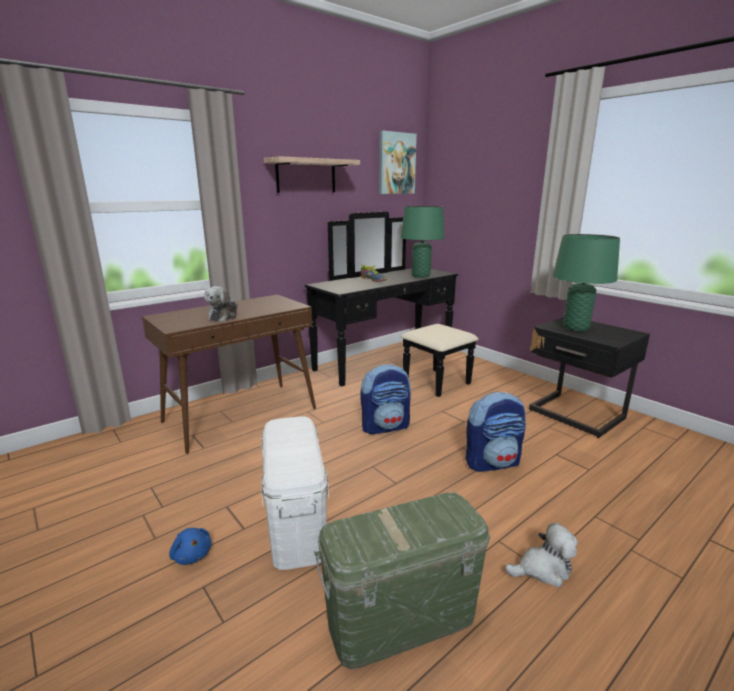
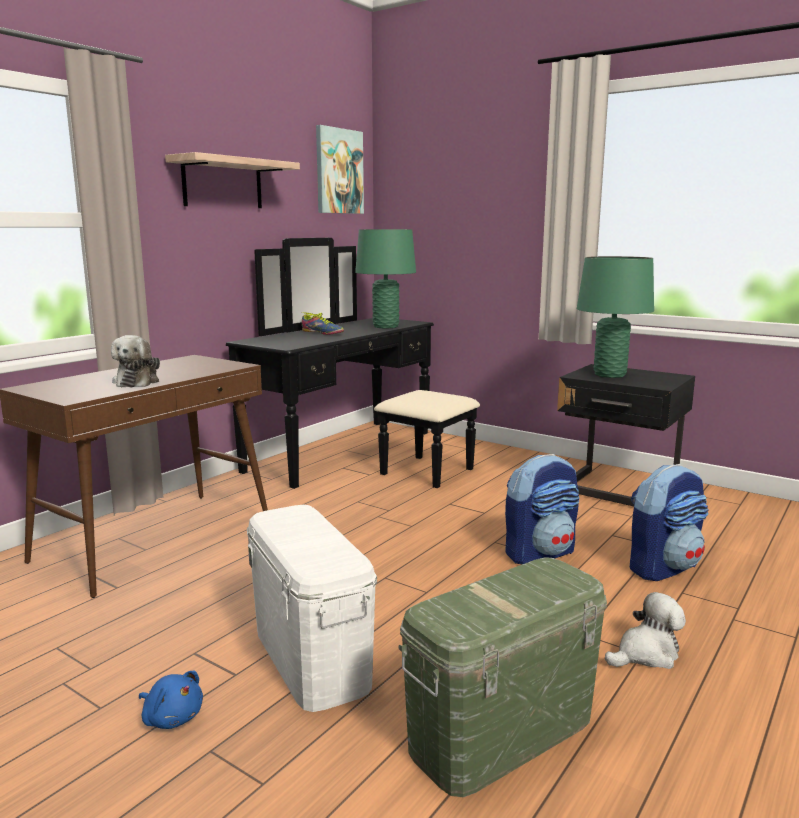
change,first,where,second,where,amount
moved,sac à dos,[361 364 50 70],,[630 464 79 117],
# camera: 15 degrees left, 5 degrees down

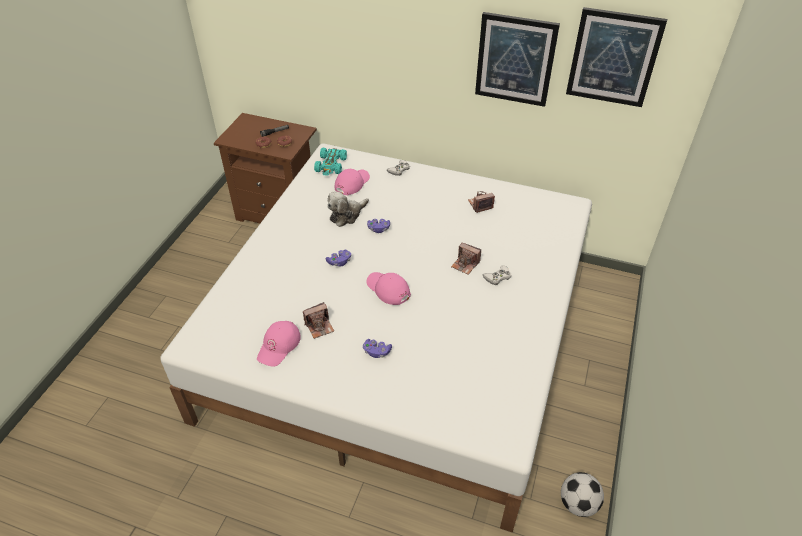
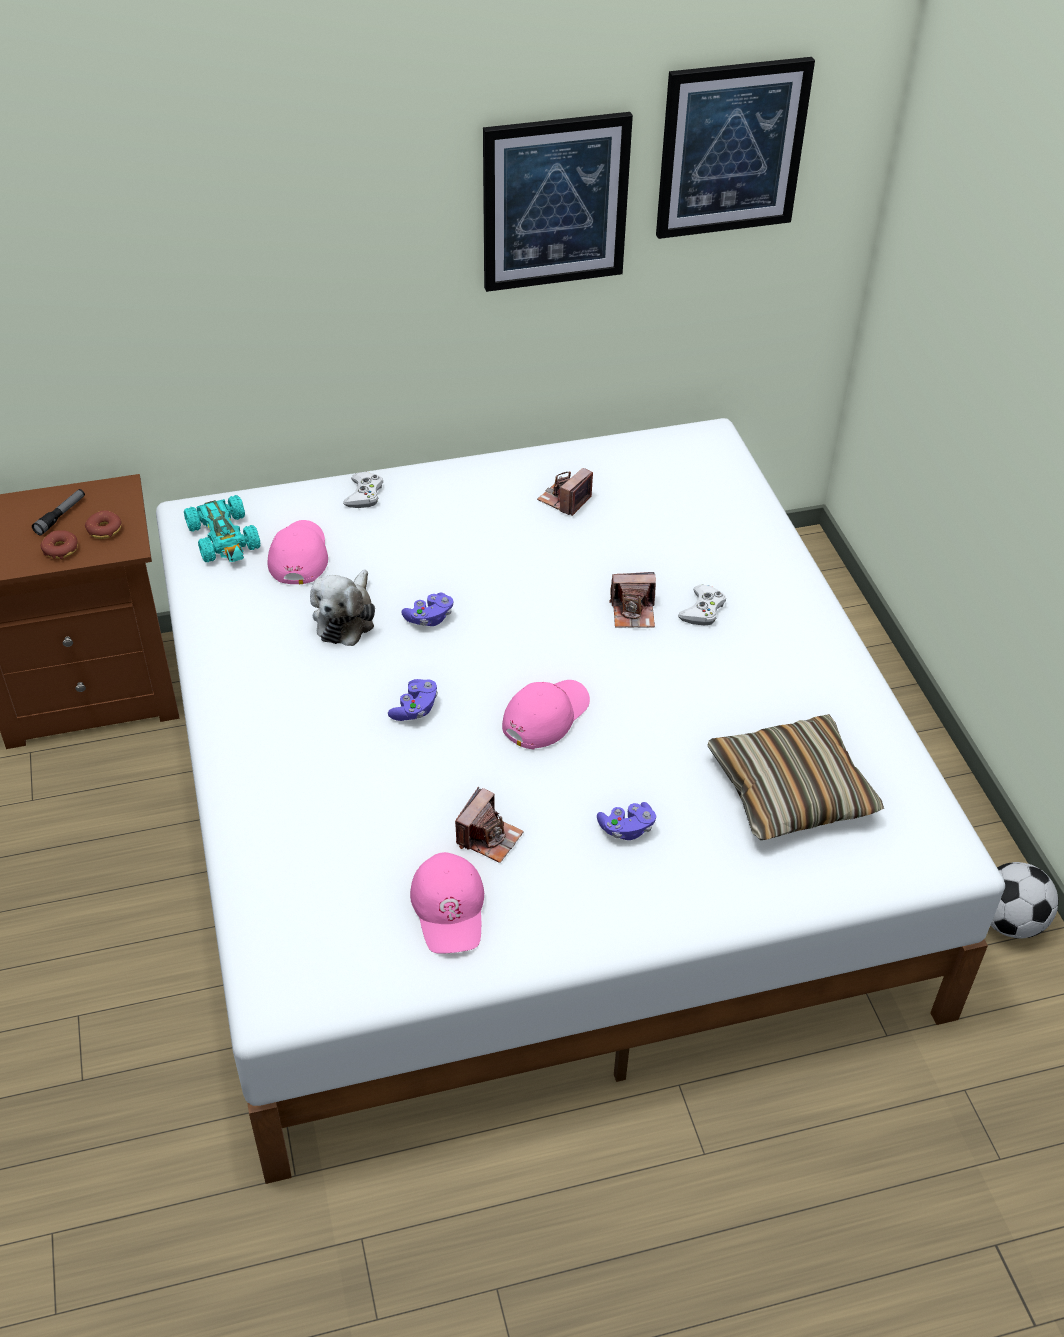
change,first,where,second,where,amount
turned,casquette [rose],[366 272 45 33],,[502 680 88 70],120 degrees clockwise
added,,,coussin,[707 714 177 126],
# camera: 35 degrees left, 0 degrees up

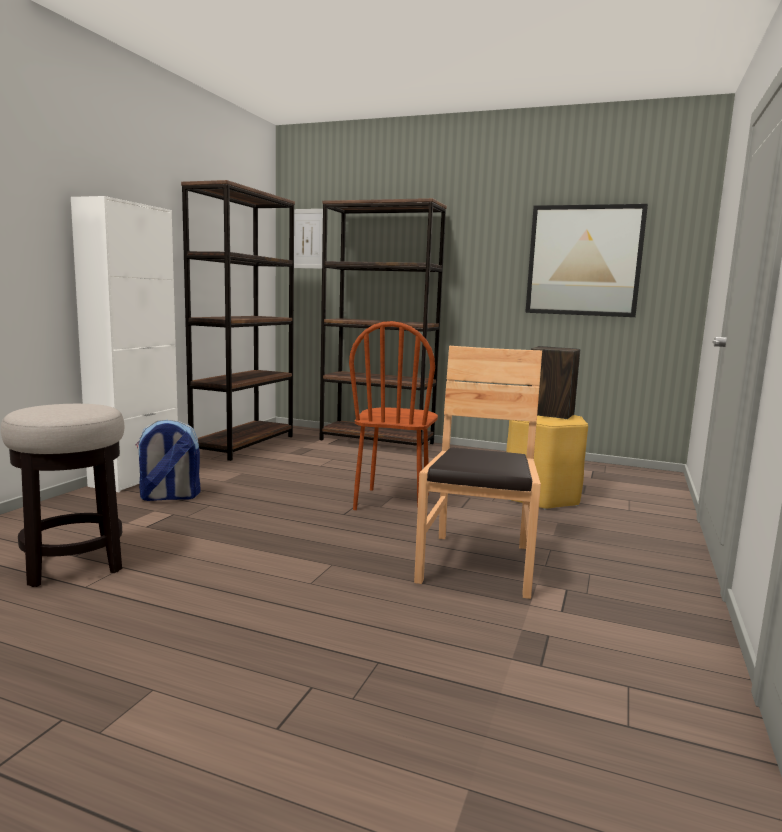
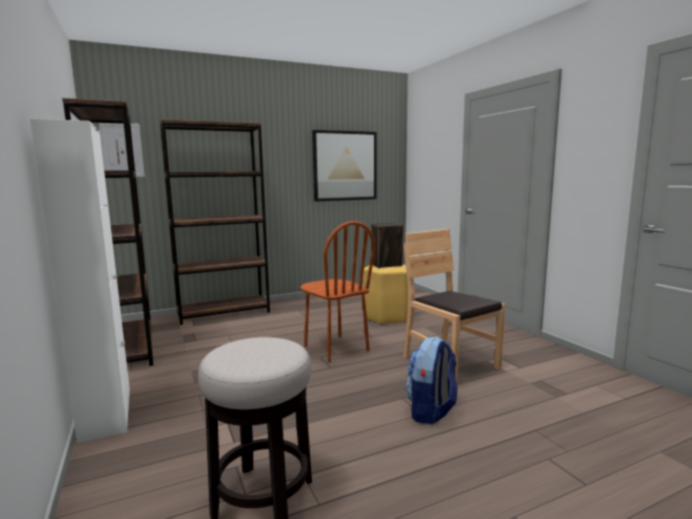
change,first,where,second,where,amount
moved,sac à dos,[135 420 65 81],,[406 337 51 87],
# camera: 45 degrees left, 0 degrees up

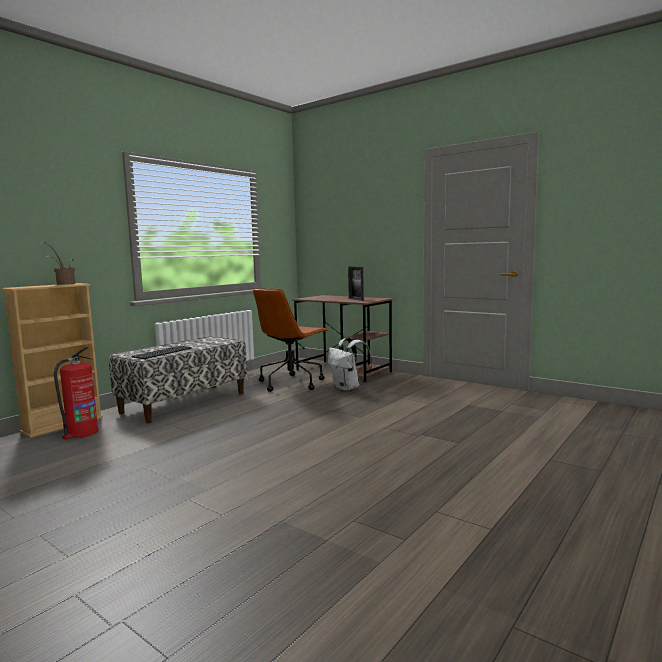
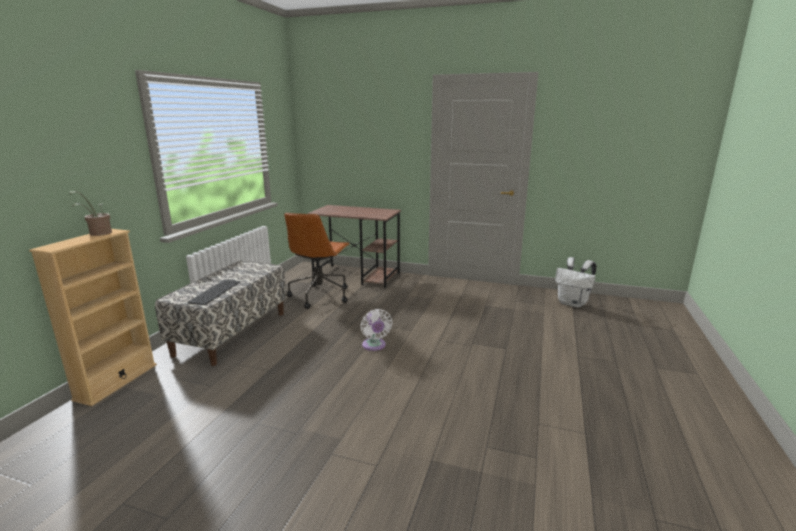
change,first,where,second,where,amount
removed,cadre photo,[348 266 16 35],,,
moved,sac à dos [blanc],[328 337 44 54],,[555 257 42 51],
removed,extincteur,[54 347 45 92],,,
added,,,ventilateur [blanc],[360 309 32 42],
# camera: 20 degrees left, 10 degrees up

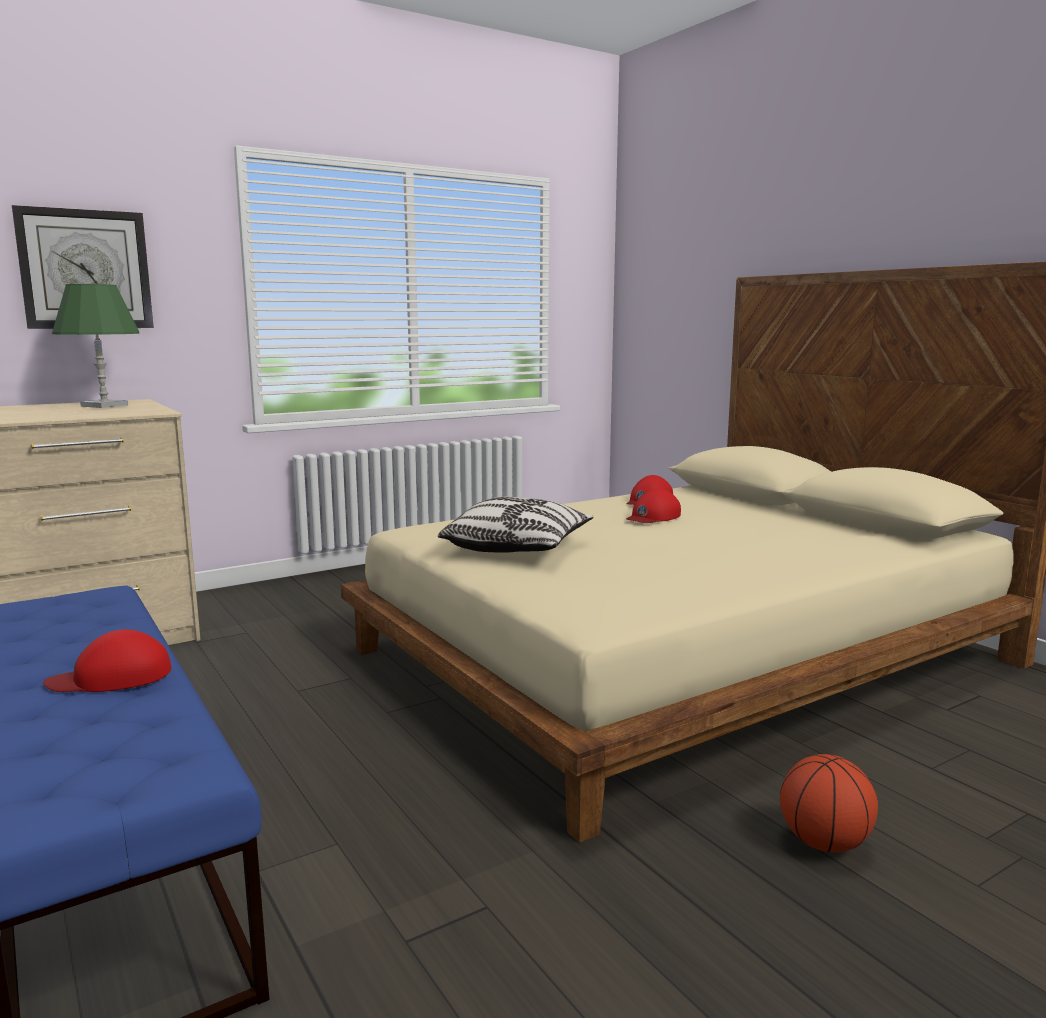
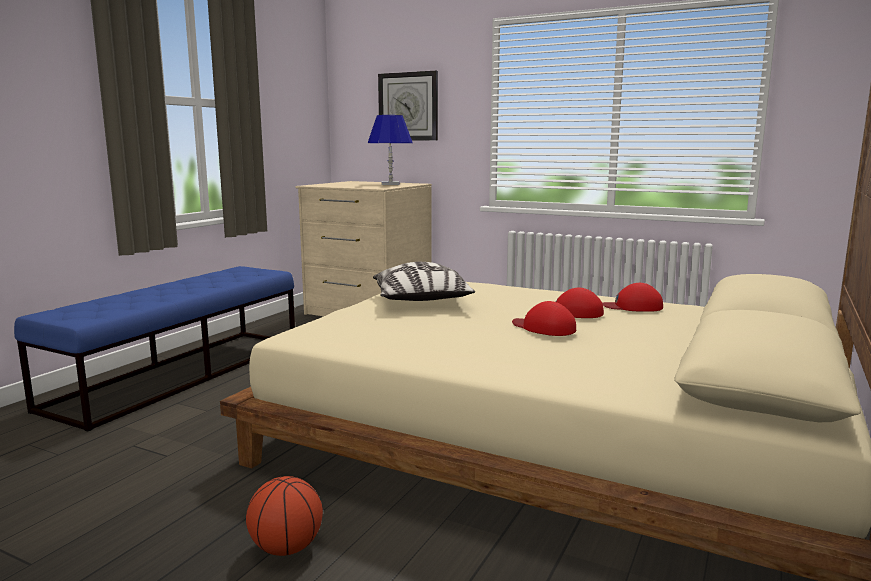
change,first,where,second,where,amount
recoloured,lampe de table [vert],[52 284 87 124],lampe de table [bleu],[368 115 45 70],
moved,casquette [rouge],[43 629 129 63],,[512 301 64 35],
# camera: 60 degrees right, 0 degrees up

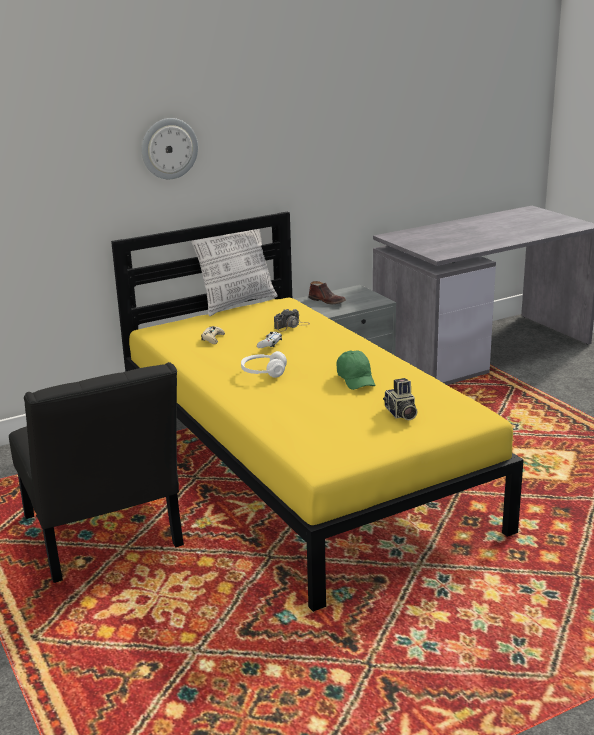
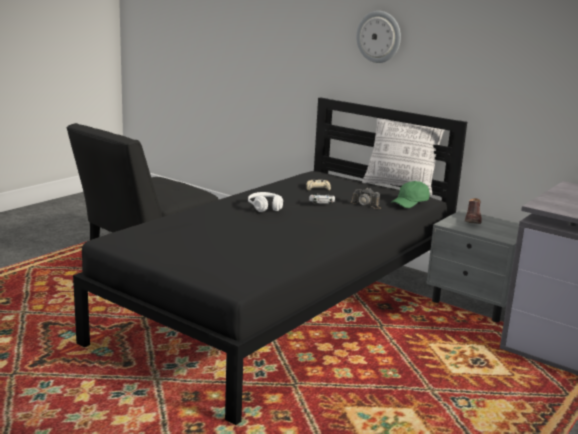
change,first,where,second,where,amount
recoloured,lit [jaune],[111 211 413 401],lit [noir],[73 97 394 328],
moved,casquette [vert],[337 351 38 39],,[391 181 39 27],
removed,appareil photo,[383 378 35 43],,,
# camera: 65 degrees right, 5 degrees down

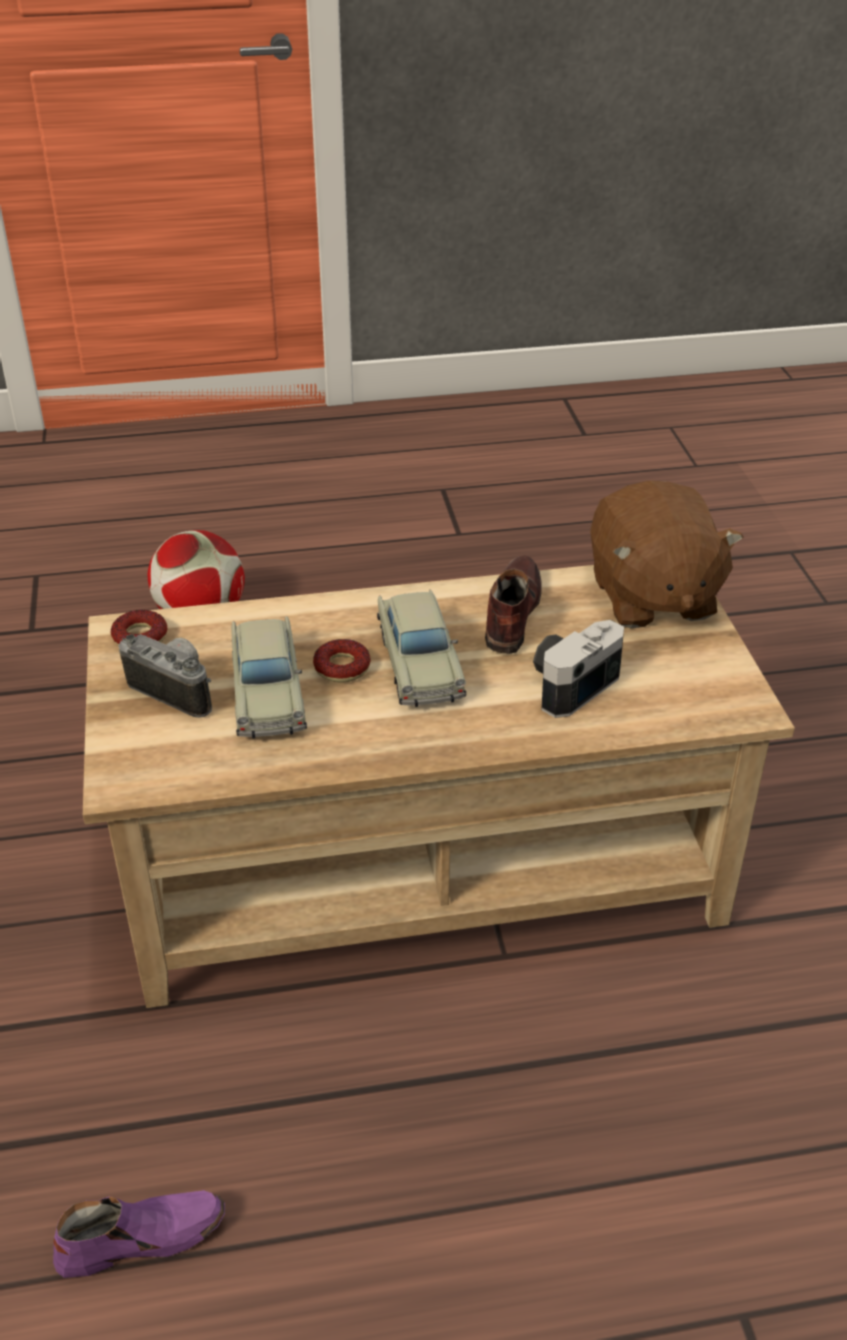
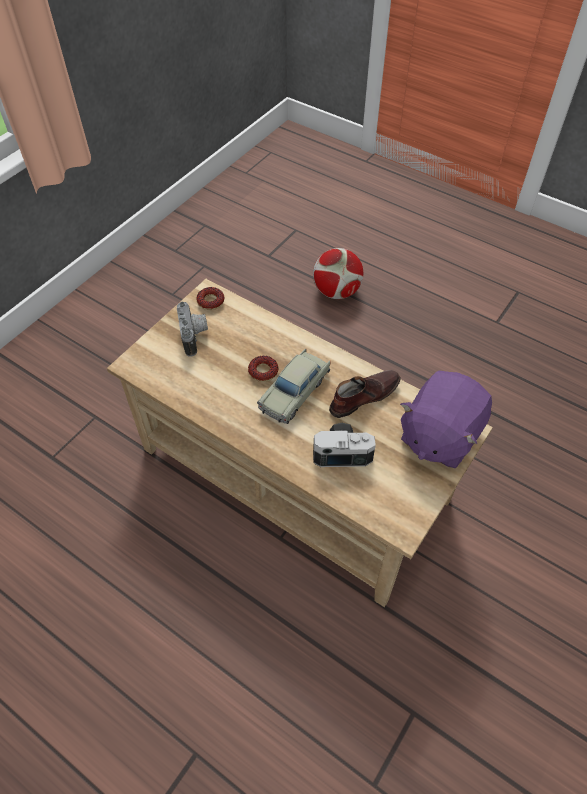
change,first,where,second,where,amount
recoloured,peluche [marron],[590 481 153 147],peluche [violet],[400 371 92 98],
removed,petite voiture [beige],[231 616 76 123],,,
removed,chaussure [violet],[53 1190 172 88],,,
# camera: 45 degrees right, 15 degrees up

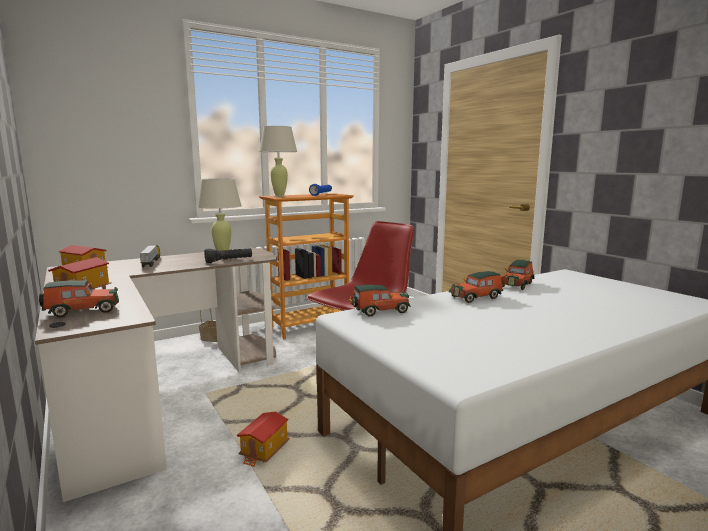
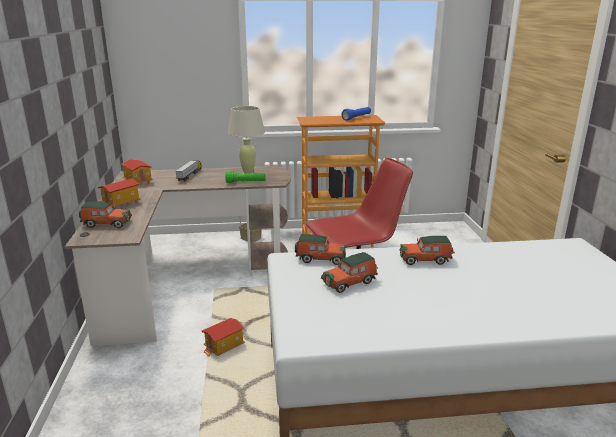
change,first,where,second,where,amount
removed,lampe de table [beige],[259 126 38 71],,,
recoloured,lampe de poche [noir],[204 248 48 15],lampe de poche [vert],[225 171 40 12],
moved,petite voiture,[501 260 33 30],,[321 252 57 41],
# camera: 25 degrees right, 10 degrees up

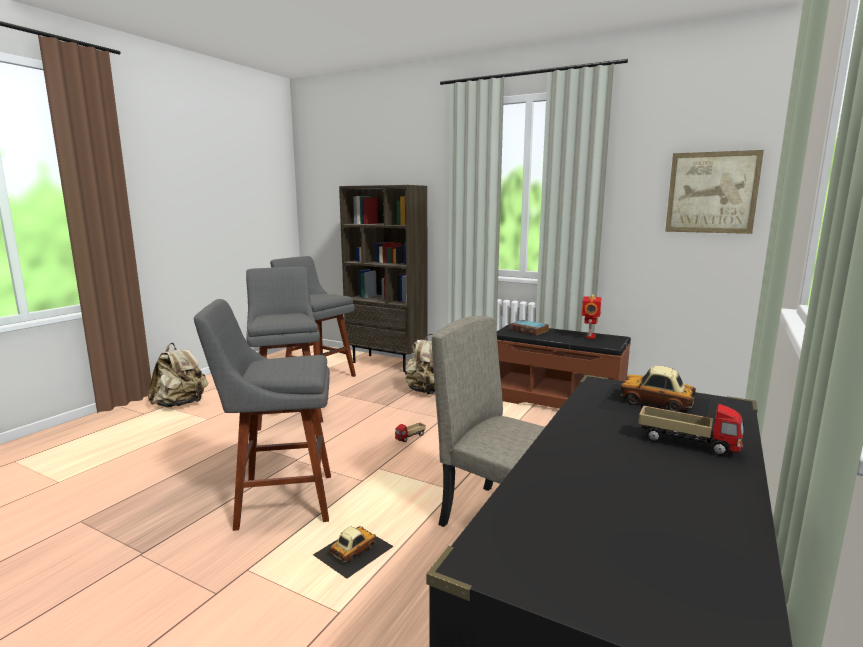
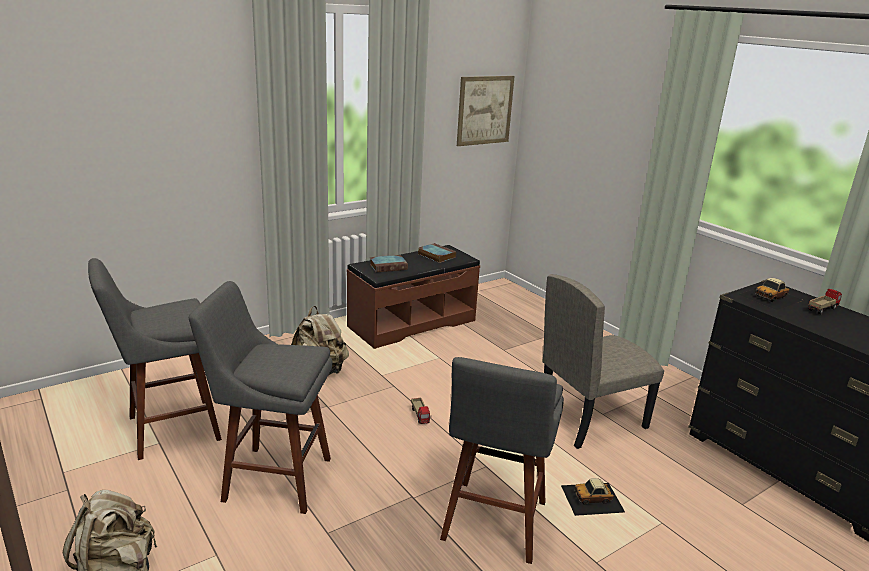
change,first,where,second,where,amount
removed,bibliothèque [marron],[339 185 89 187],,,
replaced,robot jouet,[582 294 19 45],livre,[418 243 38 20],
turned,petite voiture,[313 526 81 53],,[561 478 64 38],75 degrees counterclockwise
# camera: 65 degrees left, 10 degrees up

